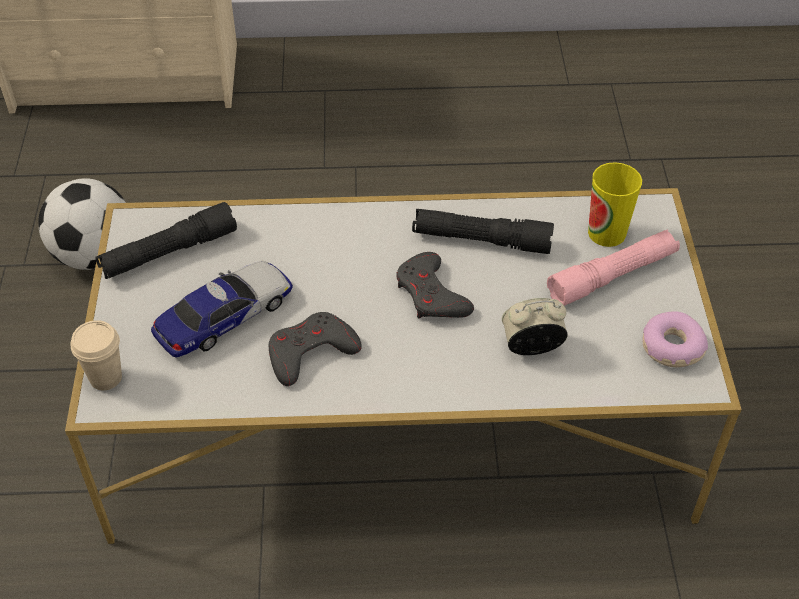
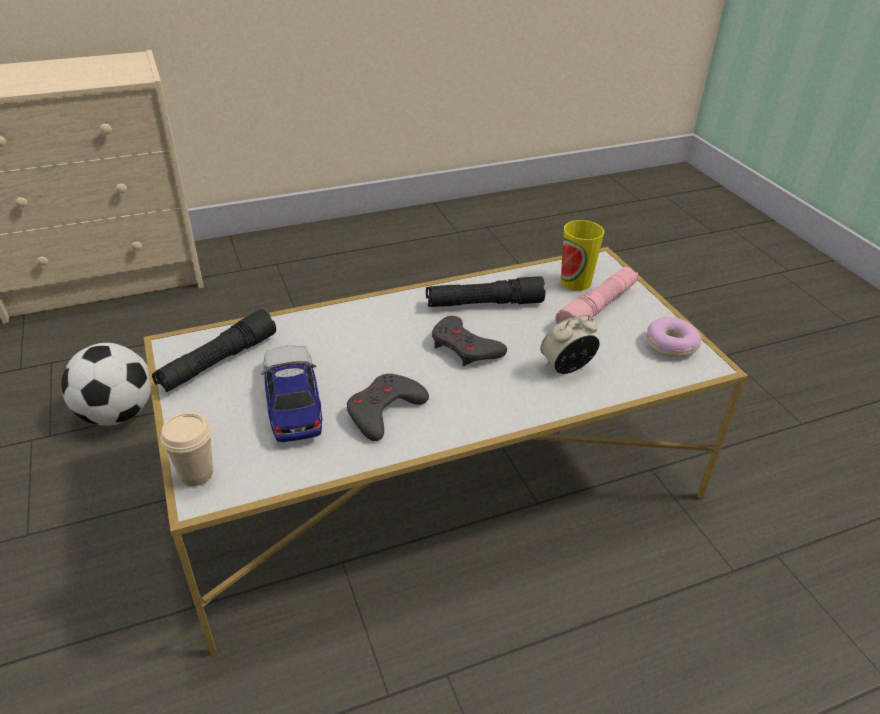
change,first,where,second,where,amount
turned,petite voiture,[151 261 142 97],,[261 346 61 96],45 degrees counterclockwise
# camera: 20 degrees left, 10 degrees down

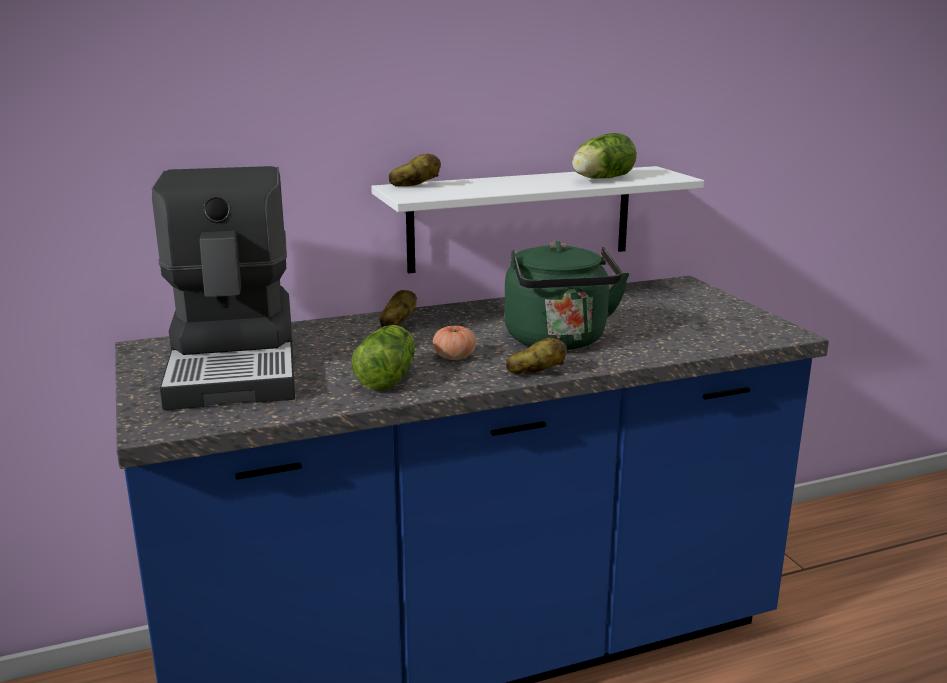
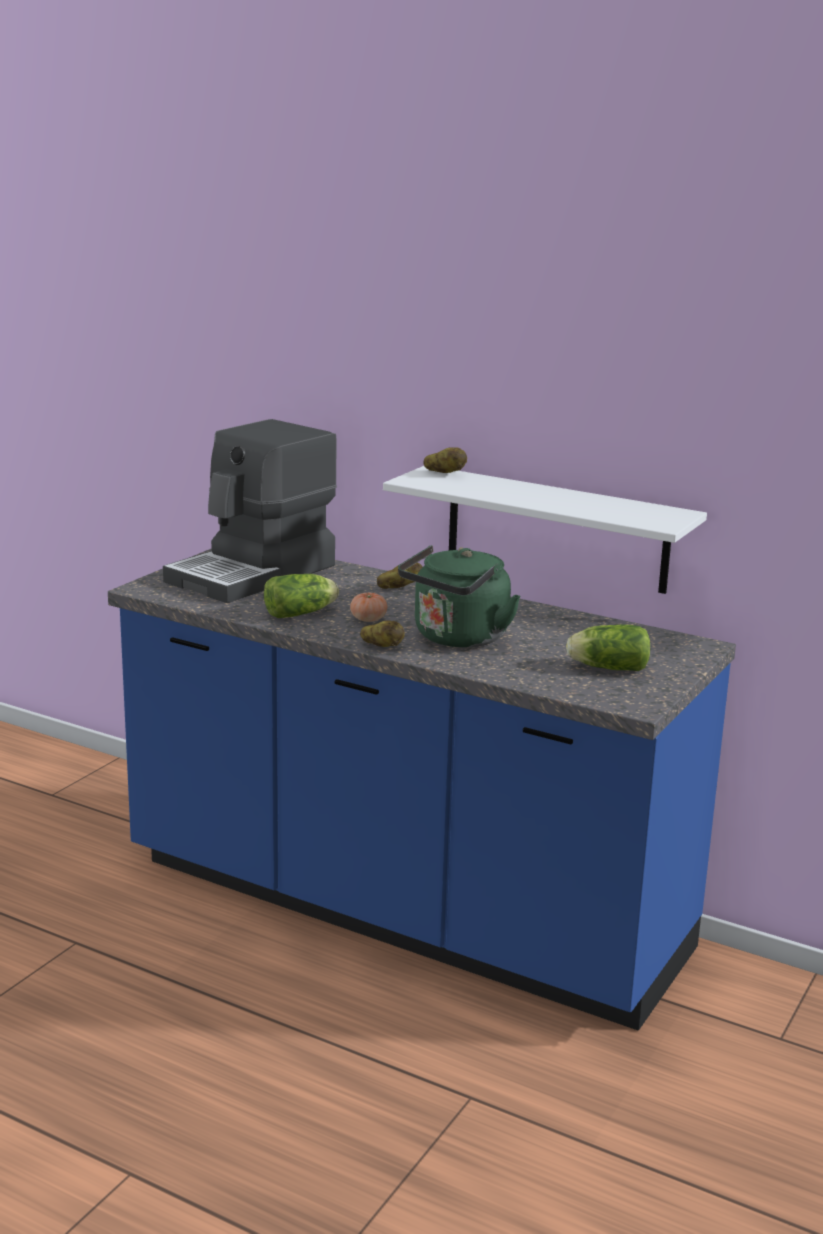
change,first,where,second,where,amount
moved,laitue,[572 133 65 46],,[566 624 84 47],
# camera: 50 degrees right, 0 degrees up

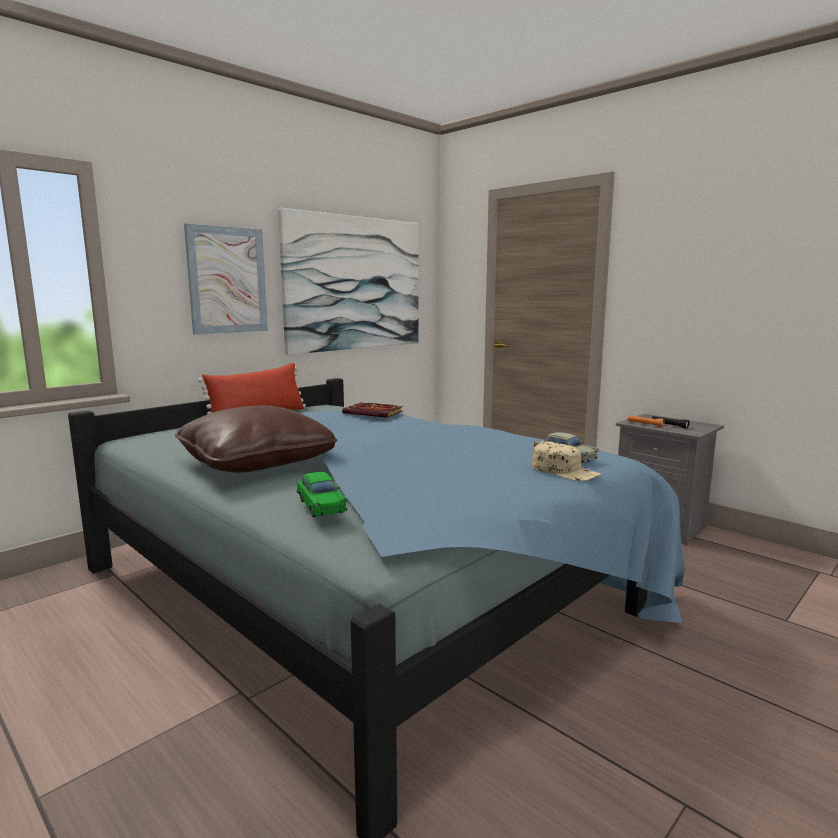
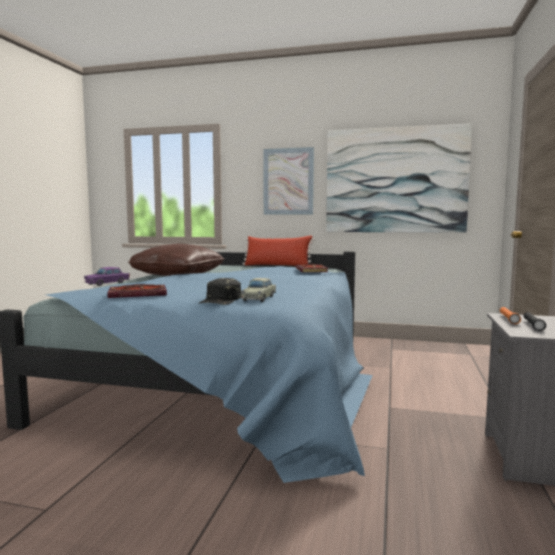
change,first,where,second,where,amount
recoloured,casquette [beige],[532 441 69 40],casquette [noir],[199 278 43 27],
recoloured,petite voiture [vert],[297 472 50 45],petite voiture [violet],[84 267 46 19],
added,,,livre,[108 284 59 14],
# camera: 60 degrees right, 5 degrees down

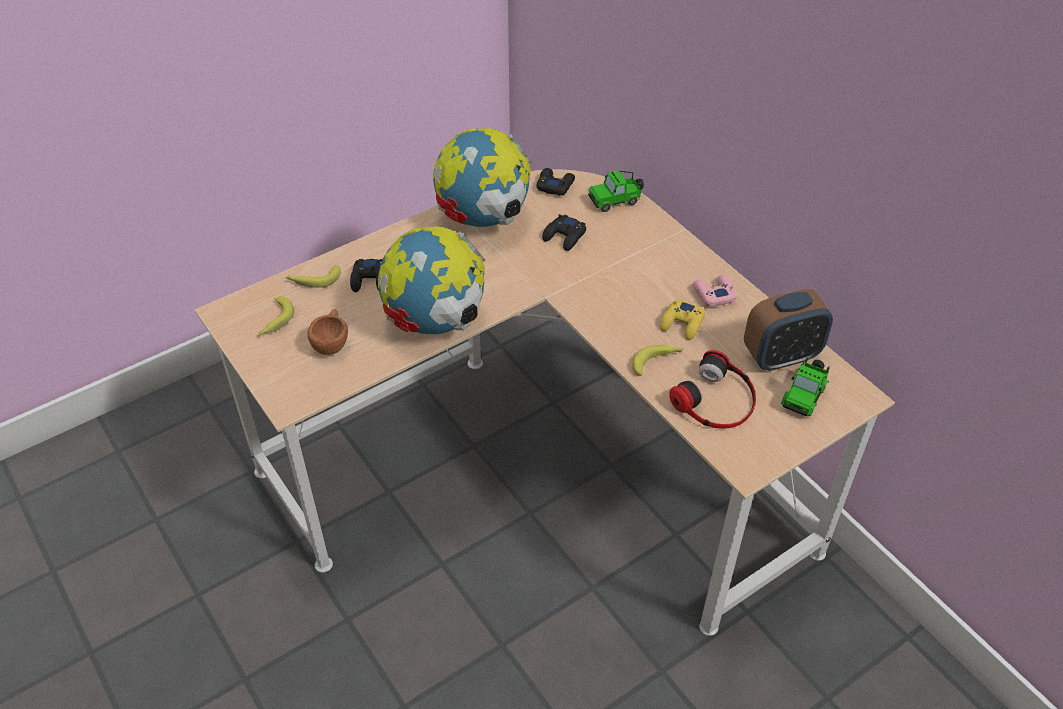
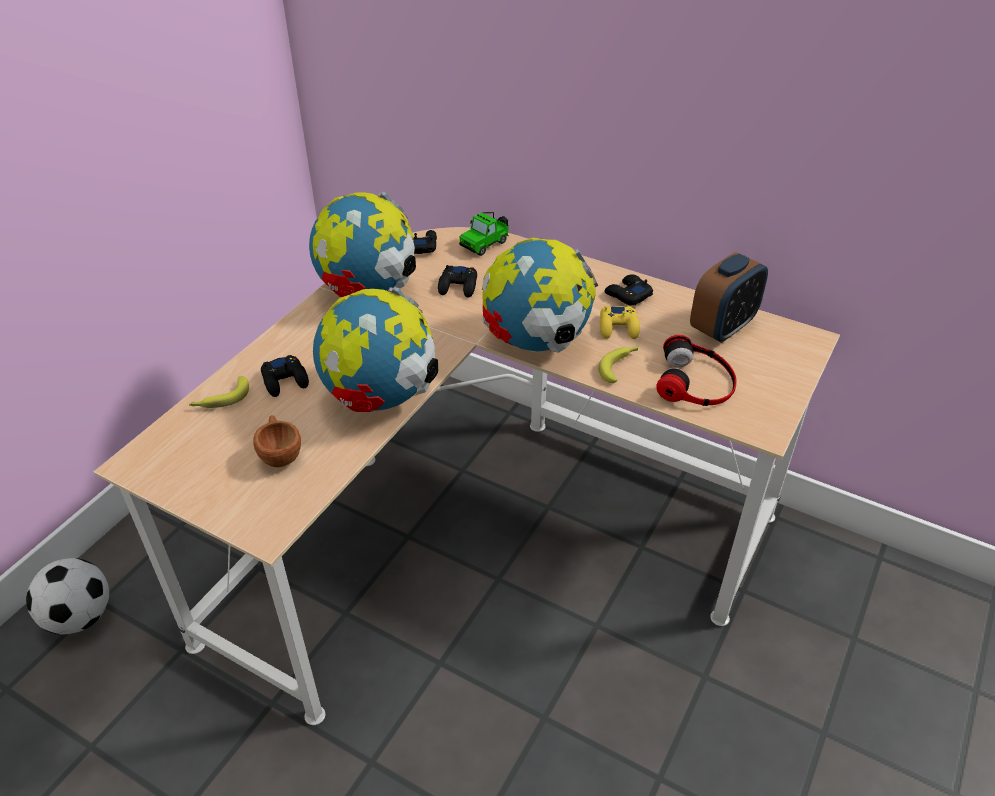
change,first,where,second,where,amount
recoloured,manette [rose],[692 275 45 32],manette [noir],[604 274 49 31],
removed,banane,[258 296 36 39],,,
removed,petite voiture,[781 357 49 60],,,
added,,,globe,[482 238 116 114],
added,,,ballon de foot,[26 558 83 77],
# camera: 25 degrees left, 5 degrees down

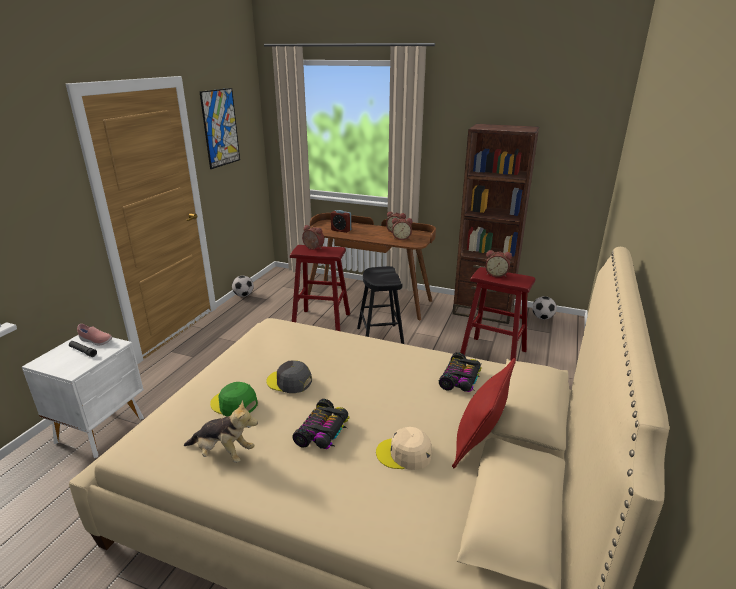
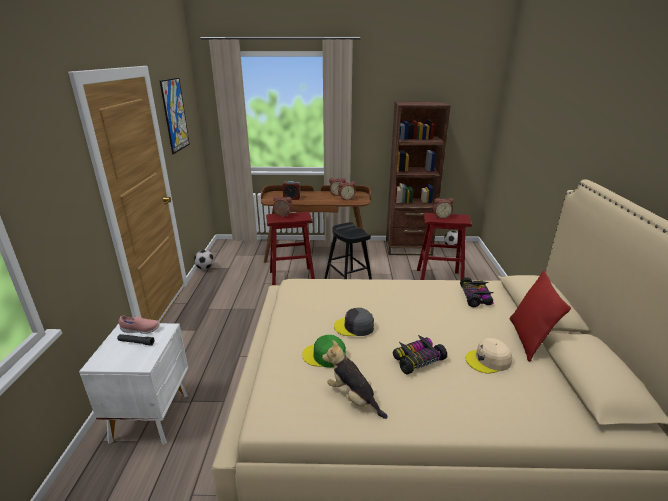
change,first,where,second,where,amount
turned,petite voiture,[292 399 58 50],,[392 335 55 40],120 degrees counterclockwise
turned,peluche,[184 400 74 63],,[322 340 66 79],135 degrees counterclockwise
# camera: 20 degrees left, 0 degrees up

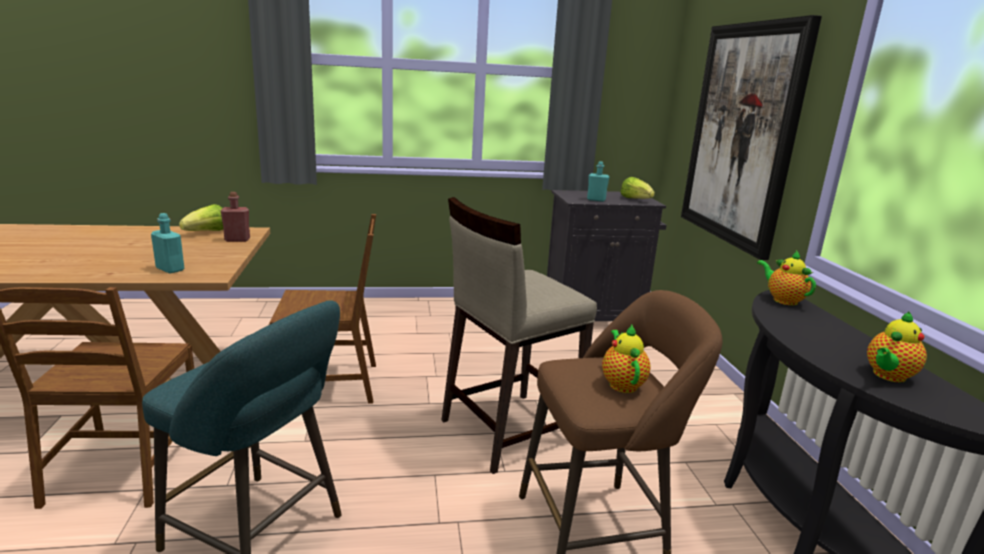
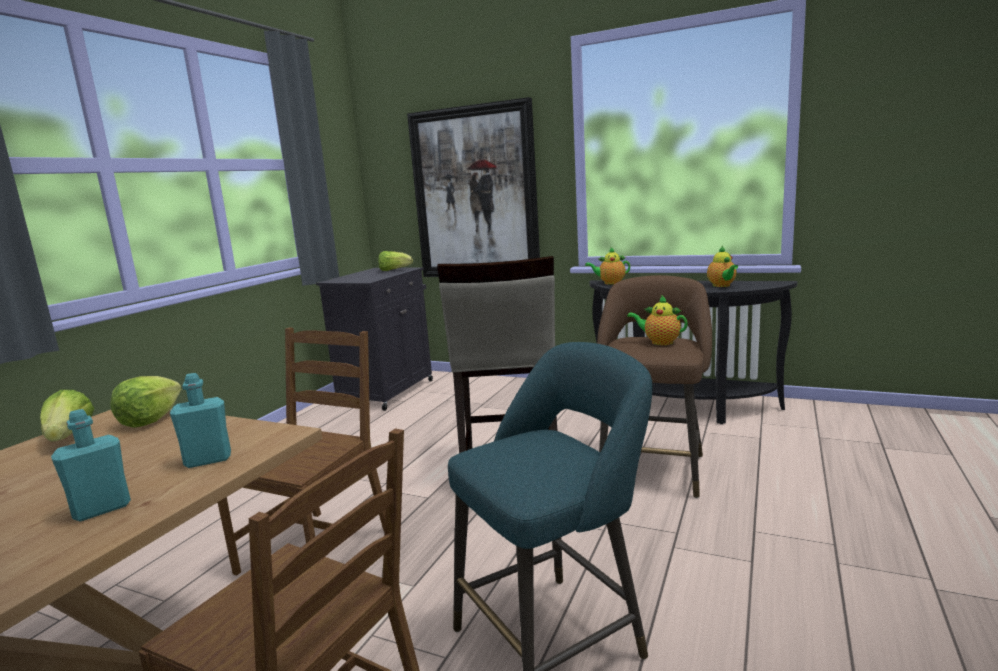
change,first,where,second,where,amount
moved,bouteille [turquoise],[587 161 22 41],,[51 409 80 112],
replaced,bouteille [rouge],[221 192 29 50],laitue,[110 376 71 52],
# camera: 55 degrees left, 5 degrees down

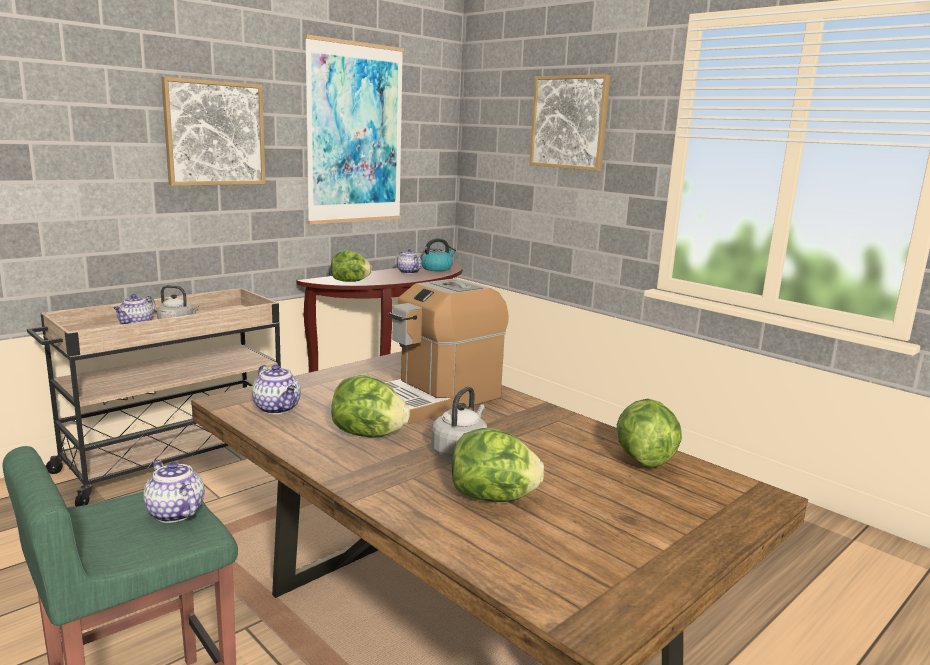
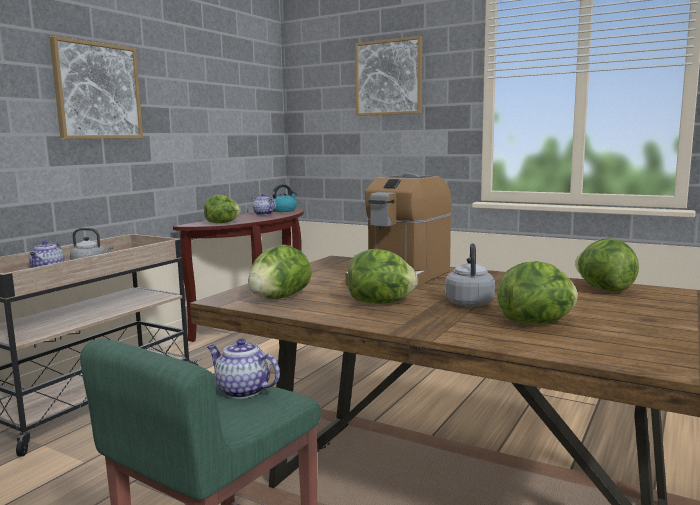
change,first,where,second,where,amount
removed,tableau,[304 34 100 190],,,
replaced,théière,[252 365 49 49],laitue,[248 245 64 54],
# camera: 15 degrees left, 5 degrees down

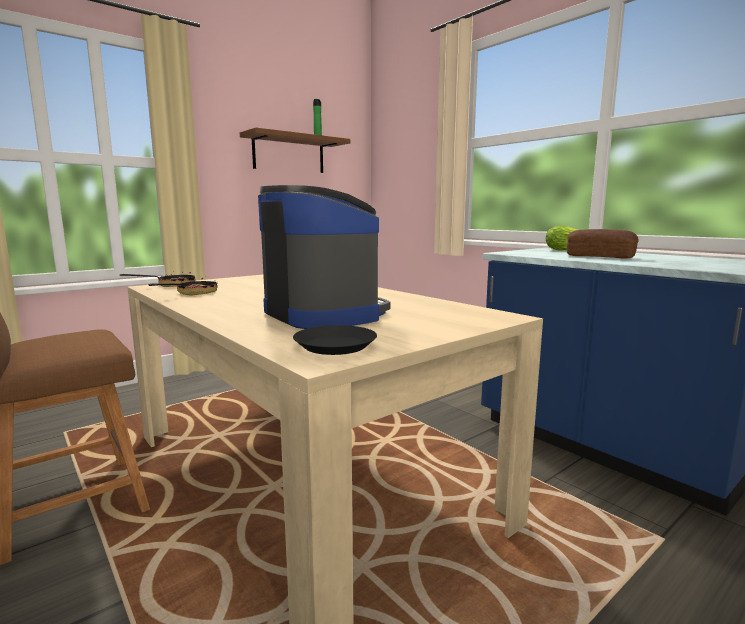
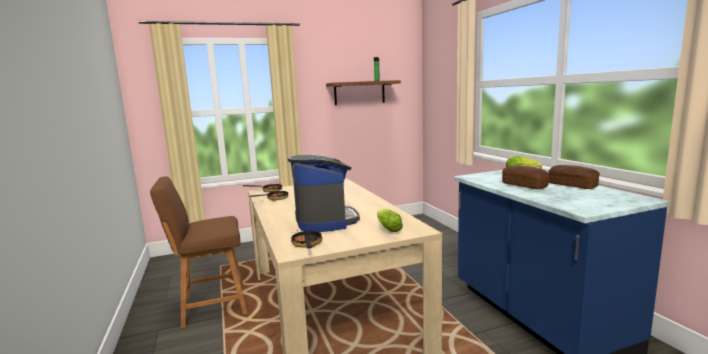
change,first,where,second,where,amount
replaced,assiette [noir],[293 325 84 30],poêle,[291 225 31 24],
added,,,pain,[548 165 52 24],
added,,,laitue,[377 209 26 23],
# camera: 20 degrees right, 0 degrees up

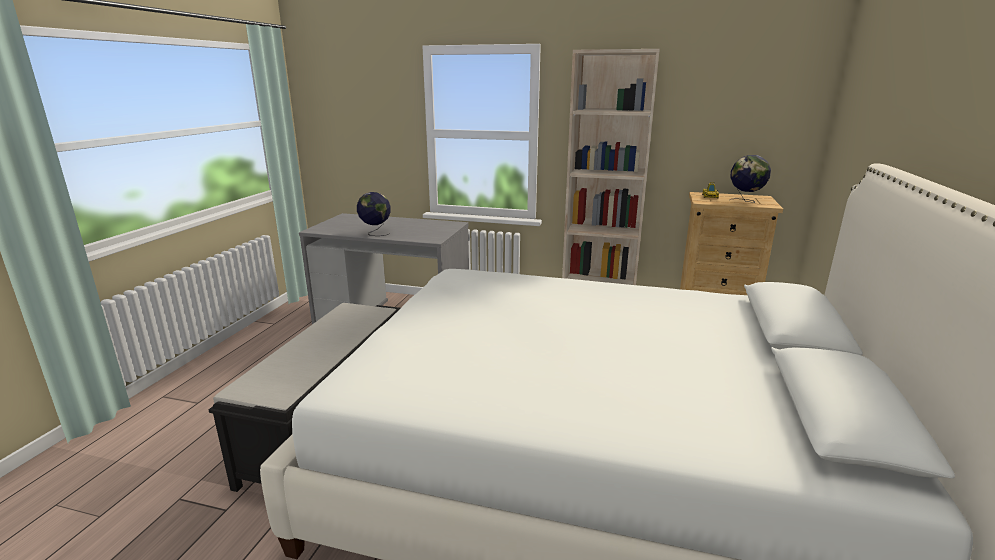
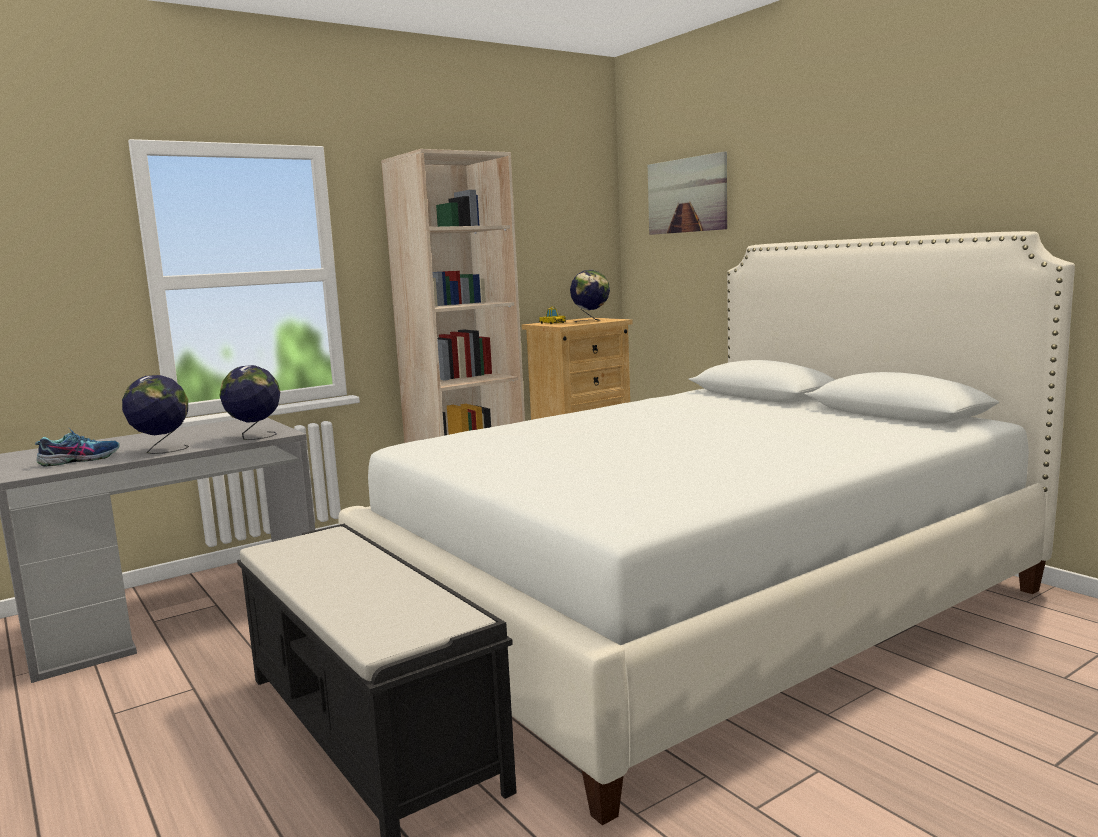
change,first,where,second,where,amount
added,,,tableau,[648 151 79 84],
added,,,globe,[219 365 61 75],
added,,,chaussure,[35 428 85 39],
# camera: 50 degrees left, 10 degrees down

